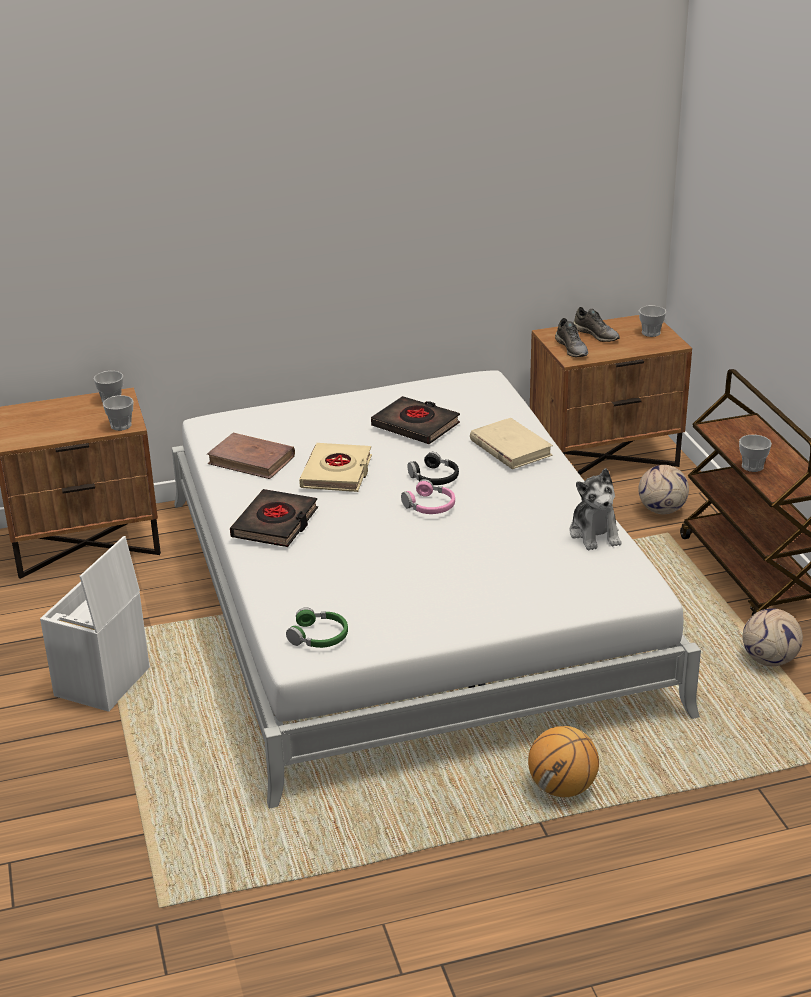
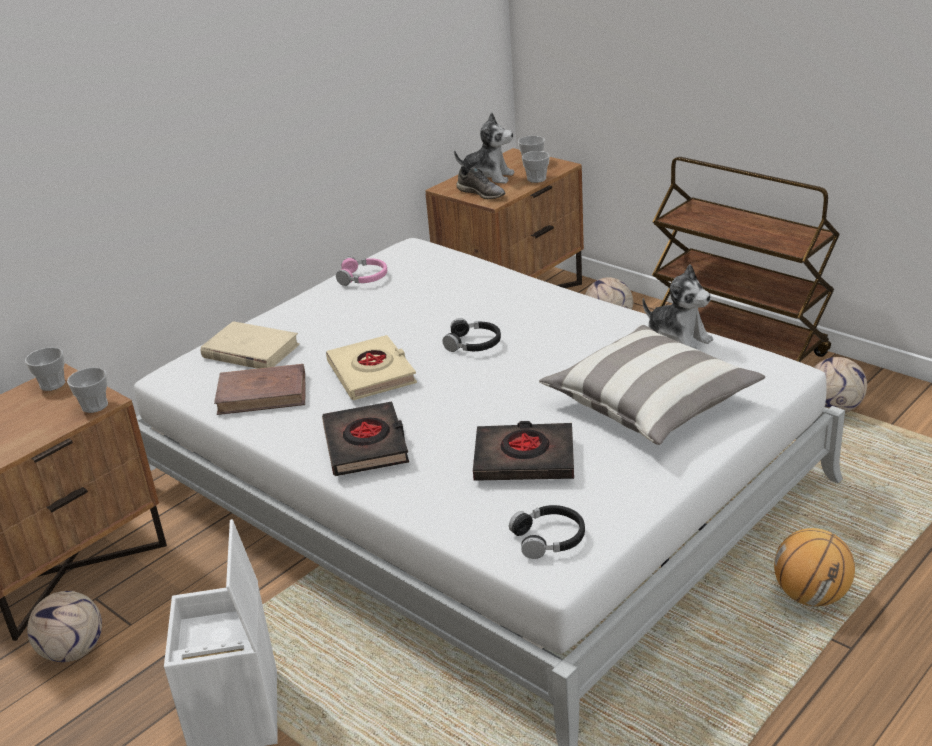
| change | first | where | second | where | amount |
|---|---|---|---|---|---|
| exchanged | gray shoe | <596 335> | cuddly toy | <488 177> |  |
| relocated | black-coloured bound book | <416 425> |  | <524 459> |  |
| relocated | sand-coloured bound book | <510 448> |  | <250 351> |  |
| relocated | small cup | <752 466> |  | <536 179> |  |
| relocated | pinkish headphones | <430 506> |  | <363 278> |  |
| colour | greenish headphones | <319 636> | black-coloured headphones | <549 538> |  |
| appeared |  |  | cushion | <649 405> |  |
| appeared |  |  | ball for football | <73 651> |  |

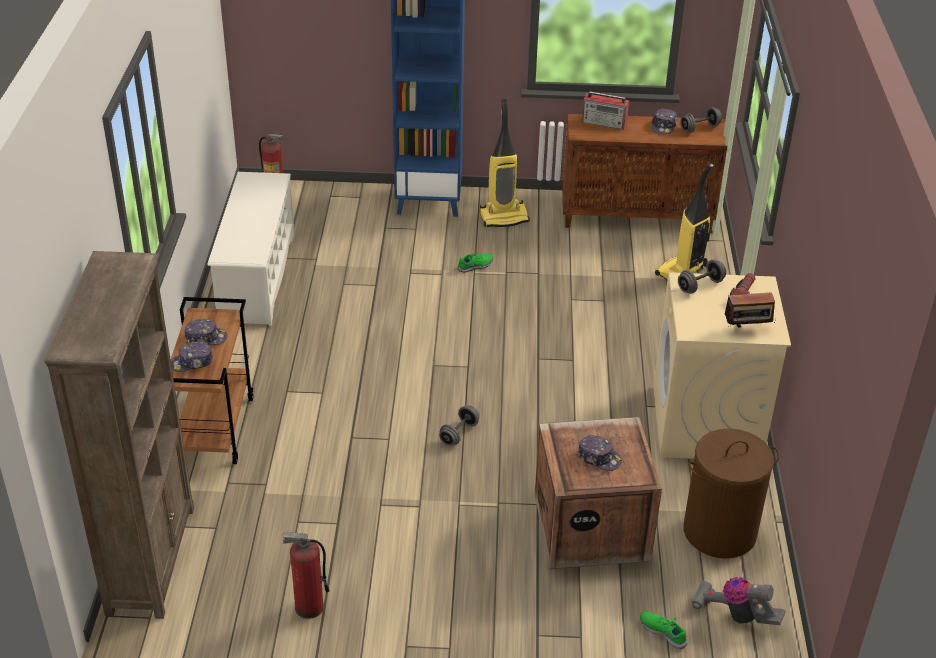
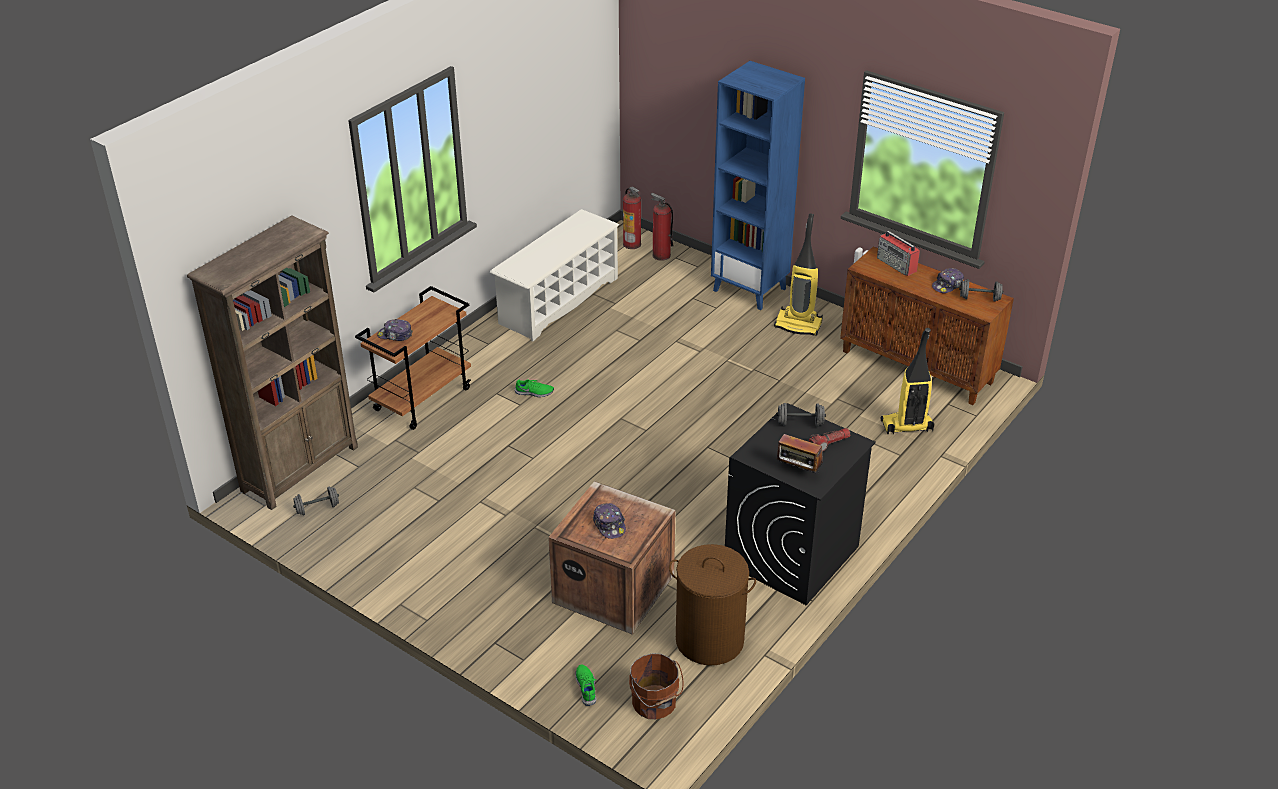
| change | first | where | second | where | amount |
|---|---|---|---|---|---|
| relocated | greenish shoe | <475 266> |  | <534 392> |  |
| colour | sand-coloured laundry machine | <707 423> | black-coloured laundry machine | <791 555> |  |
| missing | peaked cap | <205 338> |  |  |  |
| relocated | gray hand weight | <459 434> |  | <317 508> |  |
| relocated | extinguisher | <309 607> |  | <661 255> |  |
| exchanged | vacuum cleaner | <735 614> | brown bucket | <654 703> |  |

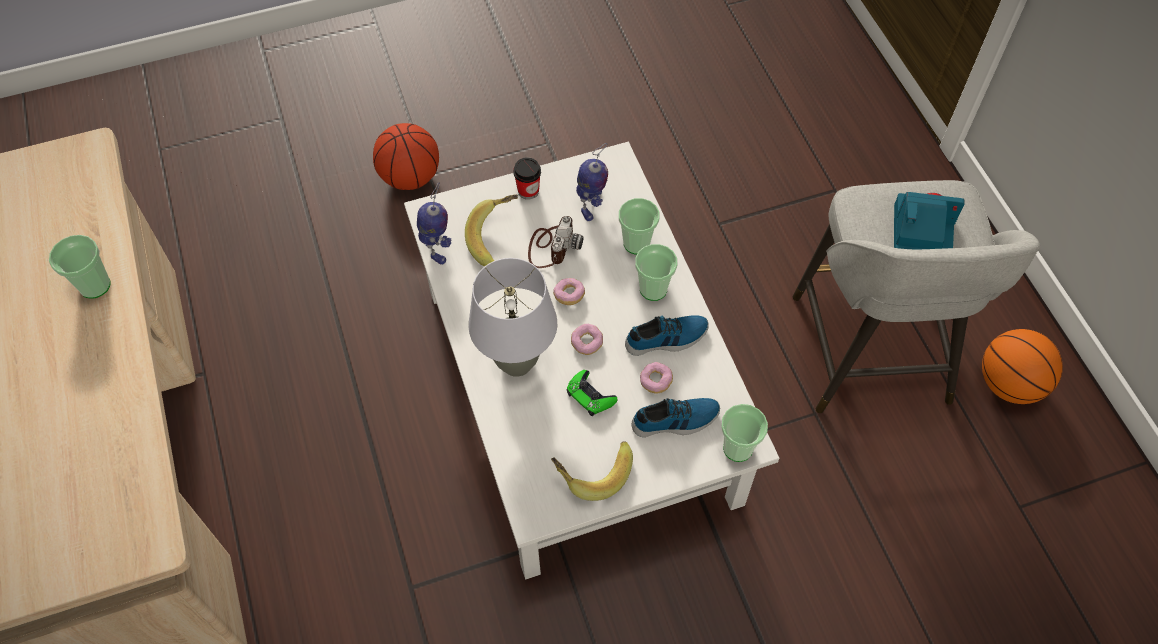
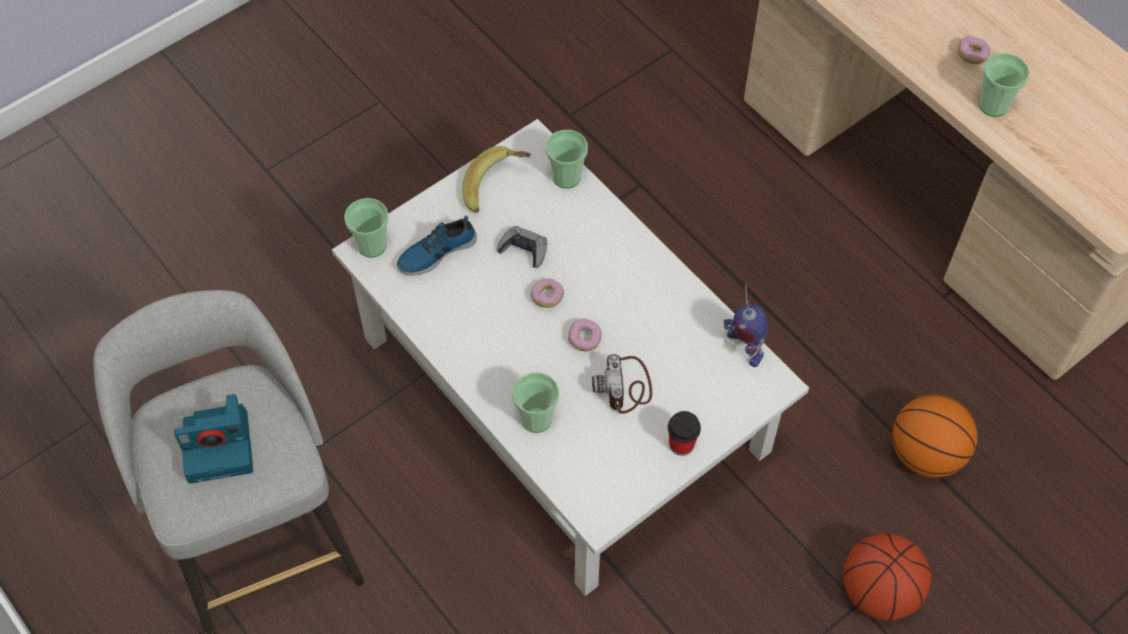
| change | first | where | second | where | amount |
|---|---|---|---|---|---|
| missing | toy robot | <591 204> |  |  |  |
| missing | banana fruit | <496 238> |  |  |  |
| relocated | small cup | <653 289> |  | <566 177> |  |
| missing | gray lamp for a table | <516 363> |  |  |  |
| missing | shoe | <667 339> |  |  |  |
| relocated | basketball ball | <1009 384> |  | <926 454> |  |
| relocated | ring doughnut | <655 381> |  | <972 55> |  |
| colour | greenish gamepad | <590 396> | gray gamepad | <524 249> |  |

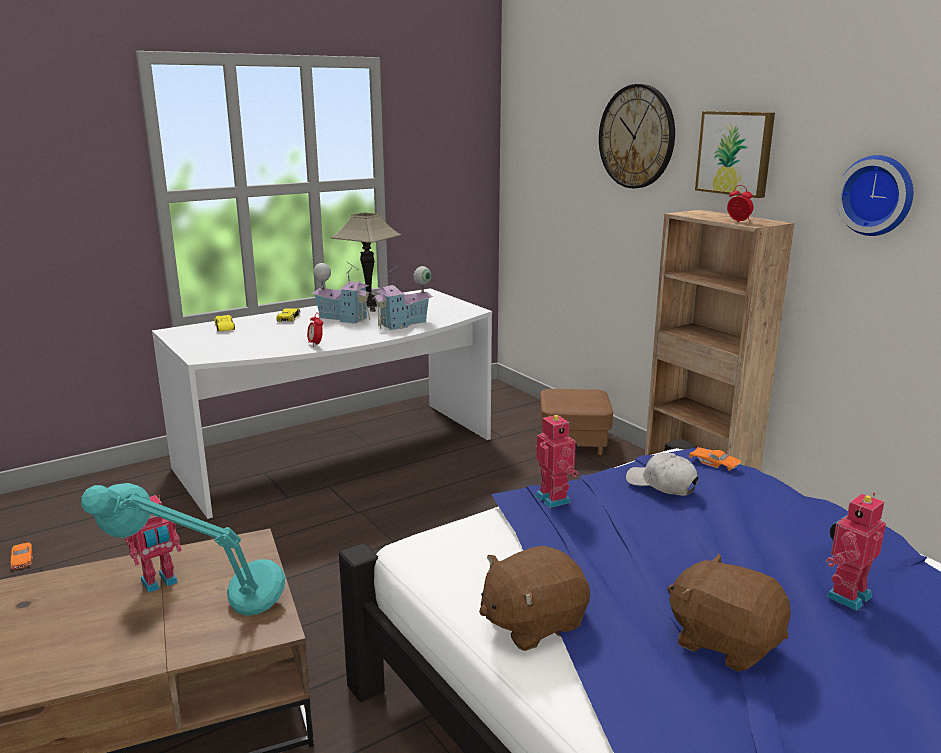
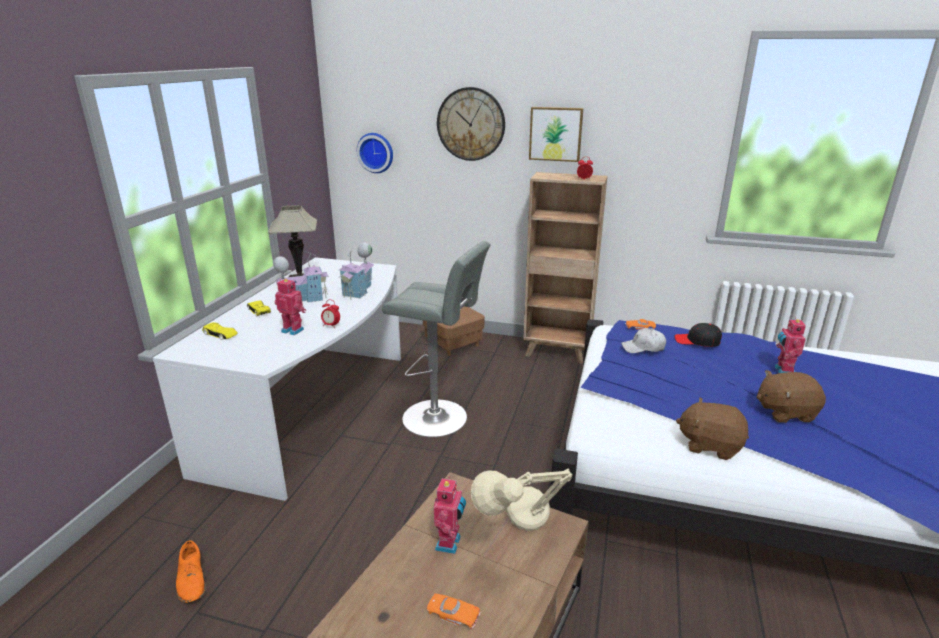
| change | first | where | second | where | amount |
|---|---|---|---|---|---|
| relocated | clock on the wall | <877 195> |  | <376 152> |  |
| relocated | toy robot | <555 499> |  | <293 330> |  |
| colour | turquoise lamp for a table | <203 621> | sand-coloured lamp for a table | <521 547> |  |
| relocated | orange-coloured miniature car | <22 558> |  | <453 613> |  |
| spun | brown cuddly toy | <532 624> |  | <710 445> | 90 degrees clockwise |
| appeared |  |  | gray sitting stool | <439 418> |  |
| appeared |  |  | black-coloured peaked cap | <697 341> |  |
| appeared |  |  | orange-coloured shoe | <192 579> |  |

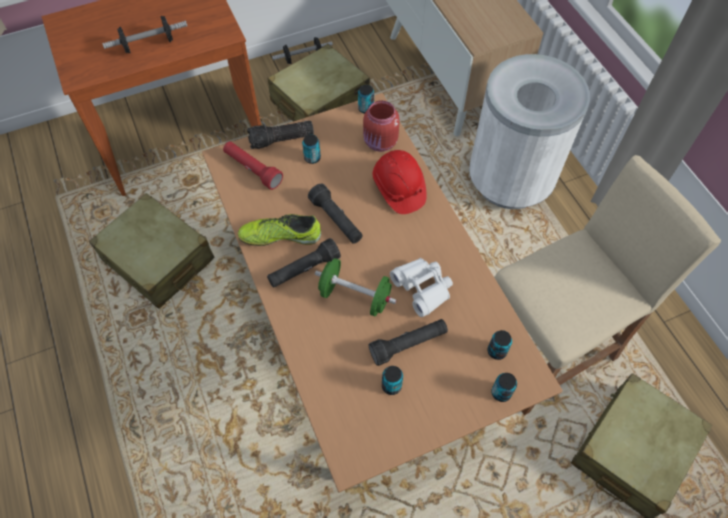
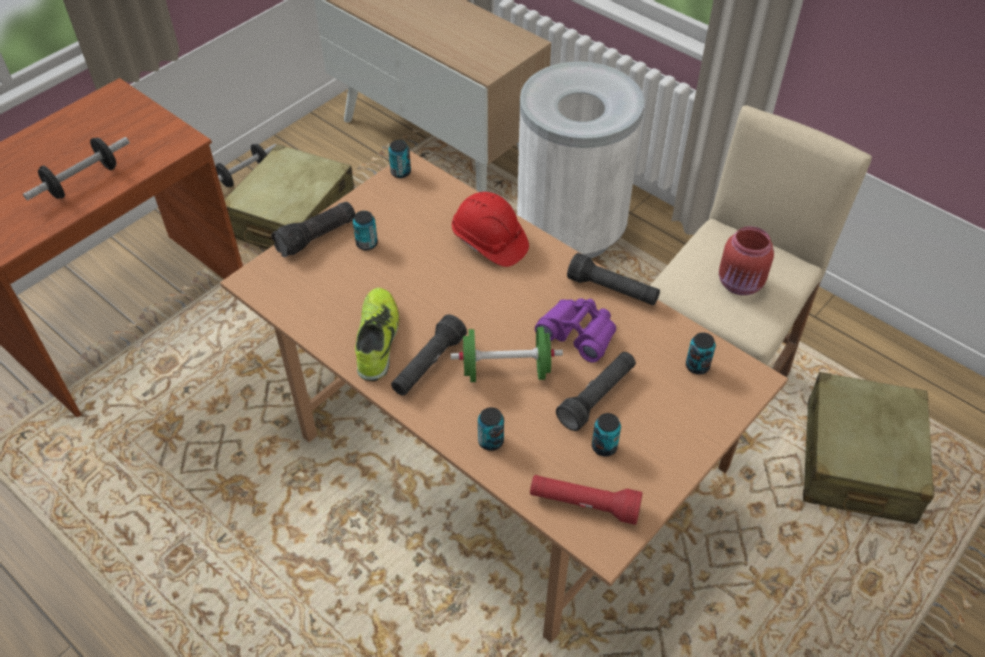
| change | first | where | second | where | amount |
|---|---|---|---|---|---|
| relocated | red jar | <380 143> |  | <740 284> |  |
| relocated | red hand torch | <252 169> |  | <584 504> |  |
| relocated | black-coloured hand torch | <336 220> |  | <612 290> |  |
| missing | sand-coloured travel case | <158 260> |  |  |  |
| spun | shoe | <280 236> |  | <377 339> | 120 degrees clockwise |
| colour | whitish pair of binoculars | <422 288> | purple pair of binoculars | <578 334> |  |
| relocated | sealed can | <501 392> |  | <490 441> |  |

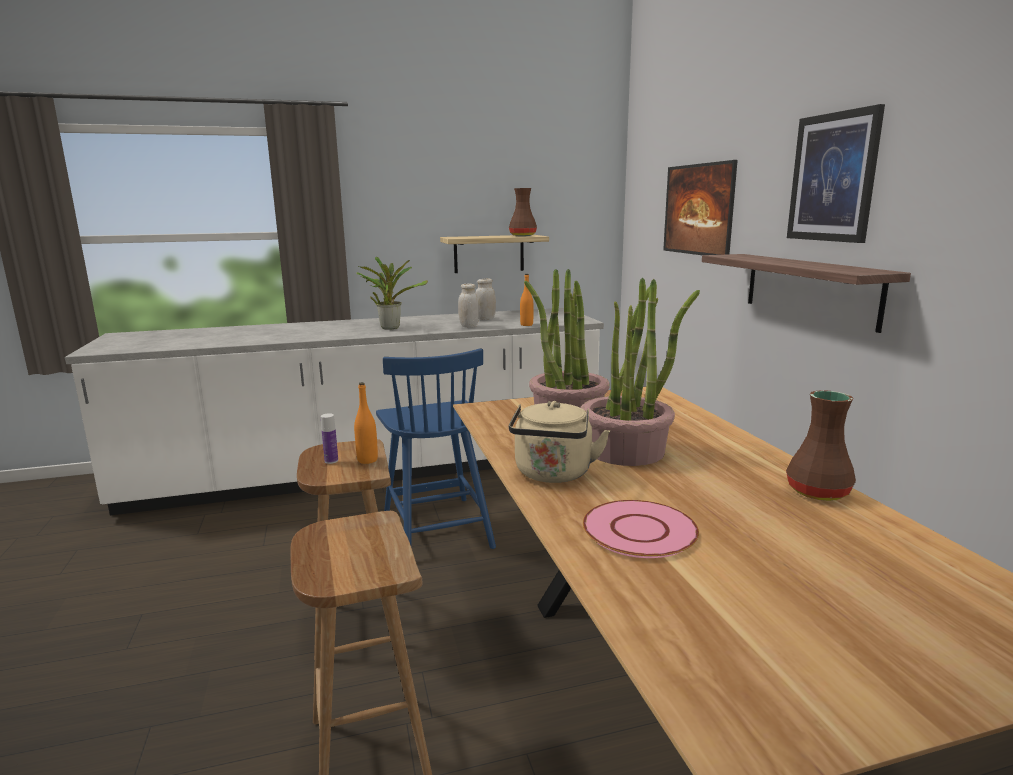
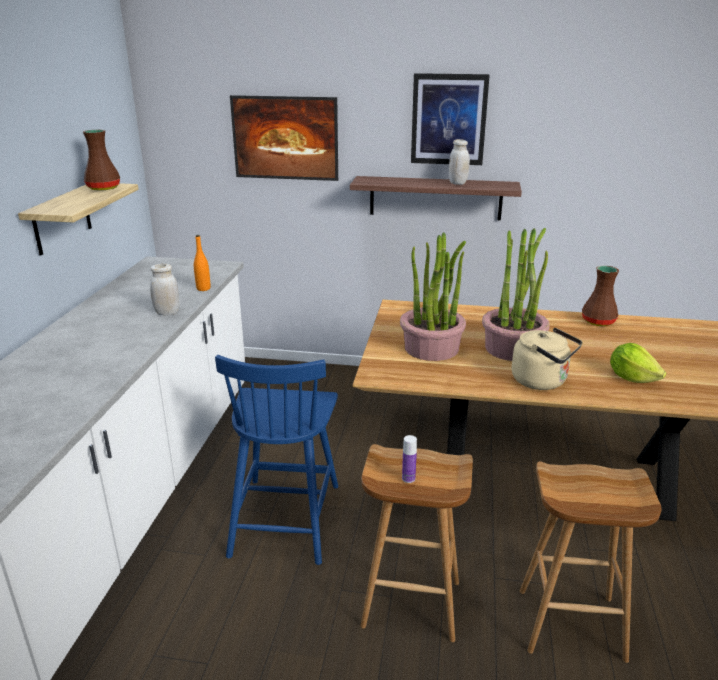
| change | first | where | second | where | amount |
|---|---|---|---|---|---|
| missing | potted plant | <390 327> |  |  |  |
| relocated | whitish jar | <485 319> |  | <457 183> |  |
| spun | blue upright chair | <436 528> |  | <285 517> | 90 degrees clockwise |
| missing | orange-coloured beverage bottle | <367 460> |  |  |  |
| exchanged | pinkish dinner plate | <640 530> | lettuce | <632 378> |  |

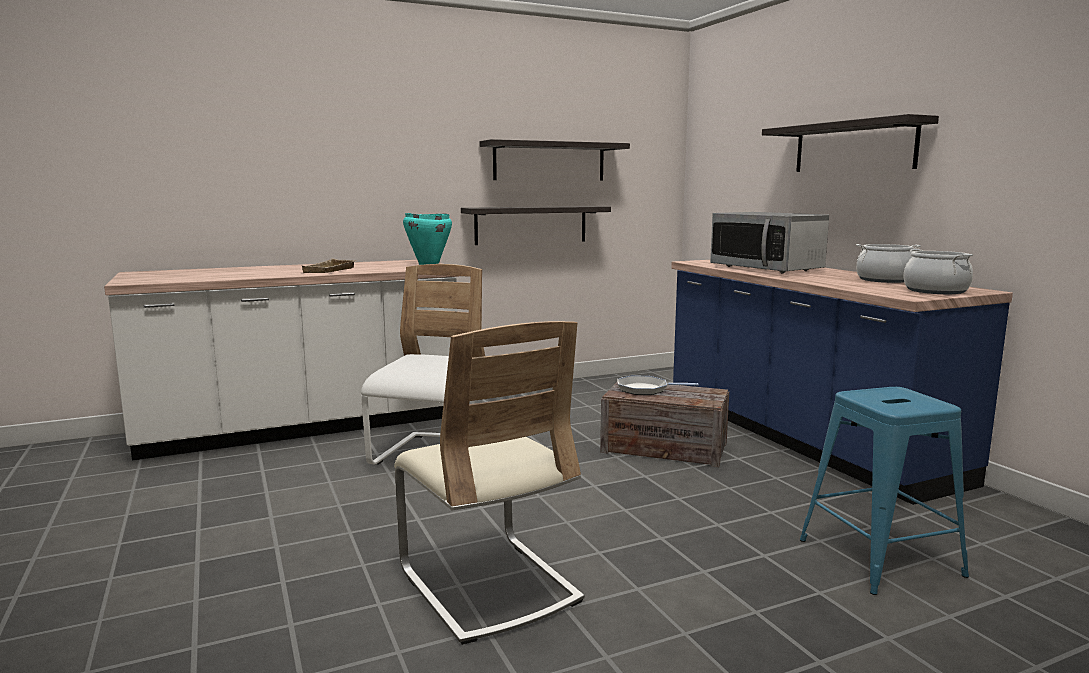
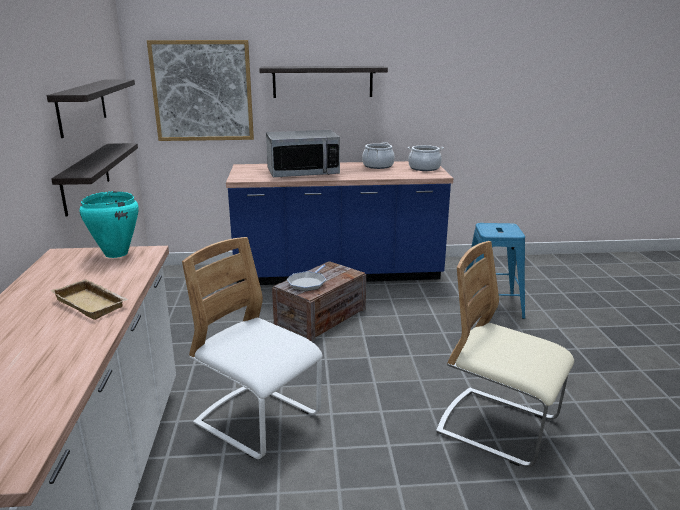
| change | first | where | second | where | amount |
|---|---|---|---|---|---|
| spun | sand-coloured upright chair | <488 585> |  | <498 427> | 135 degrees counterclockwise |
| appeared |  |  | wall art | <202 91> |  |

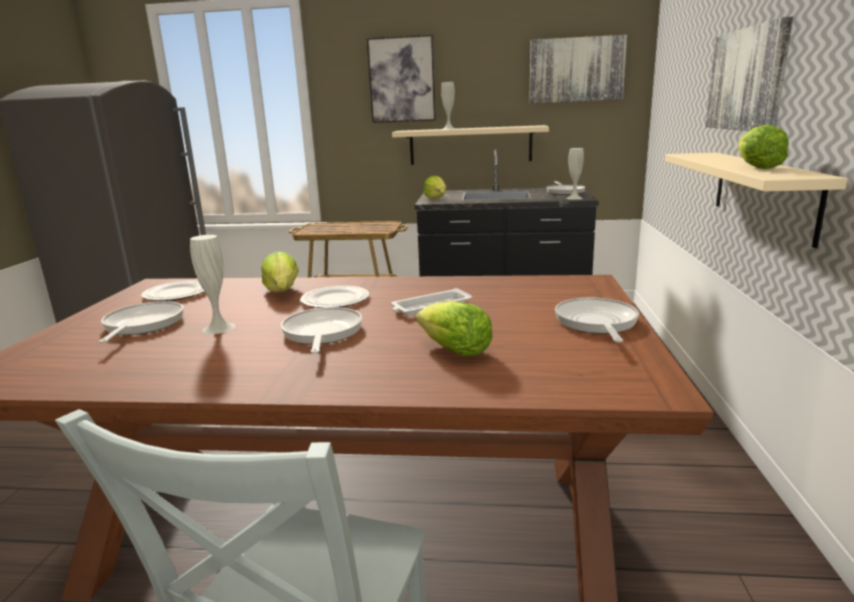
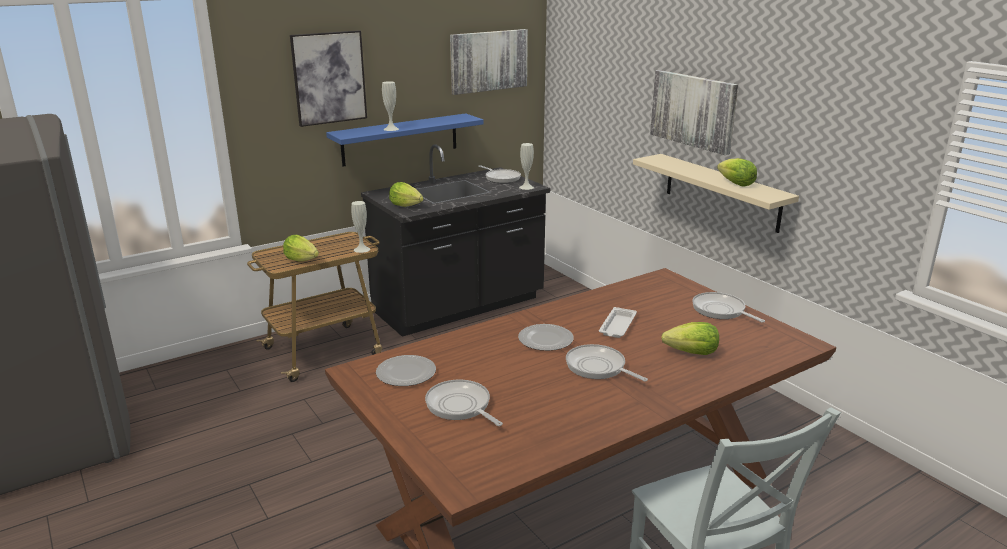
| change | first | where | second | where | amount |
|---|---|---|---|---|---|
| colour | sand-coloured shelf | <470 145> | blue shelf | <400 139> |  |
| relocated | whitish vase | <218 328> |  | <361 249> |  |
| relocated | lettuce | <282 291> |  | <301 260> |  |

